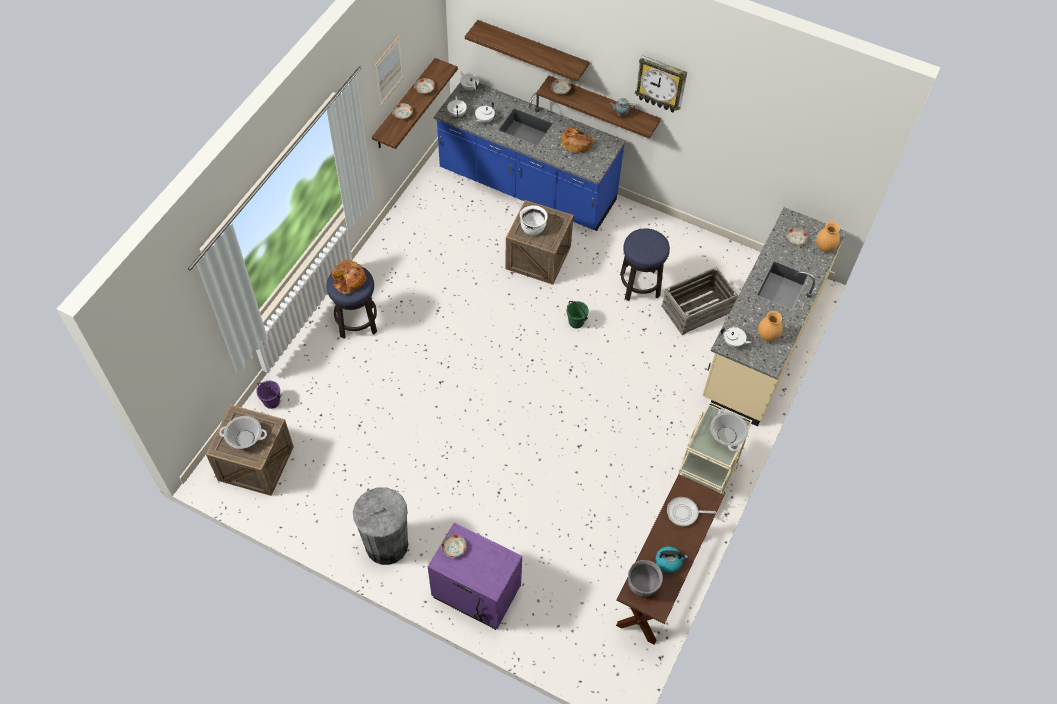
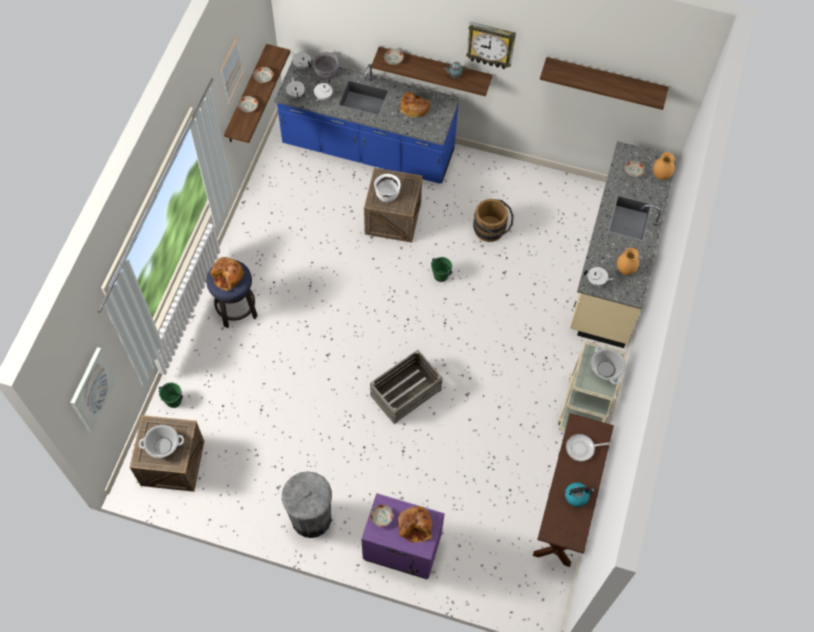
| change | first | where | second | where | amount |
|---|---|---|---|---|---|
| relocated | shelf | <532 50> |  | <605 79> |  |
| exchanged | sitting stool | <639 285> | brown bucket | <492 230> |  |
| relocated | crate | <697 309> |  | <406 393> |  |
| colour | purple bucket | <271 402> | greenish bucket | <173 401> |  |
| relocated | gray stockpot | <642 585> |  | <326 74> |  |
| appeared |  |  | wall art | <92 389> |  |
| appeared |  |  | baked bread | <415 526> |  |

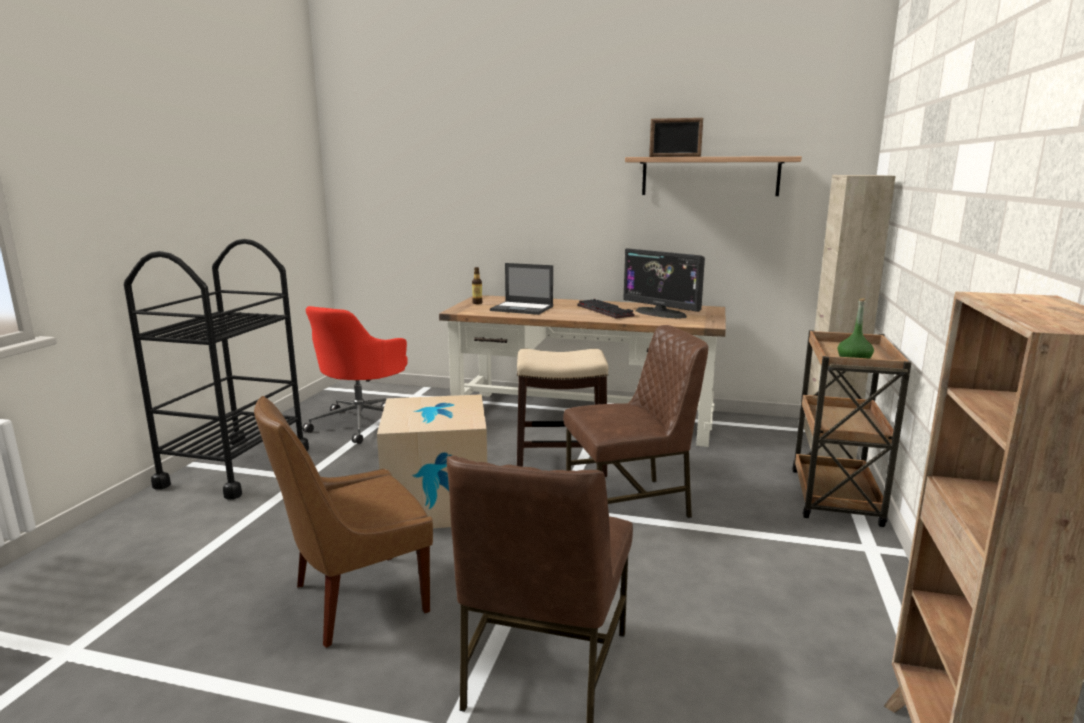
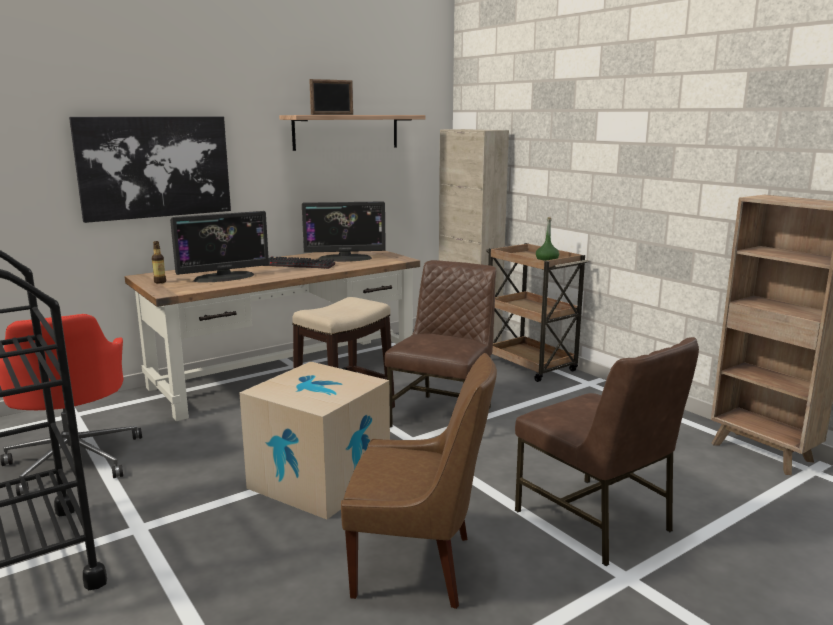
| change | first | where | second | where | amount |
|---|---|---|---|---|---|
| exchanged | laptop | <522 308> | monitor | <224 277> |  |
| spun | brown upright chair | <355 600> |  | <418 567> | 90 degrees counterclockwise |
| appeared |  |  | wall art | <155 167> |  |

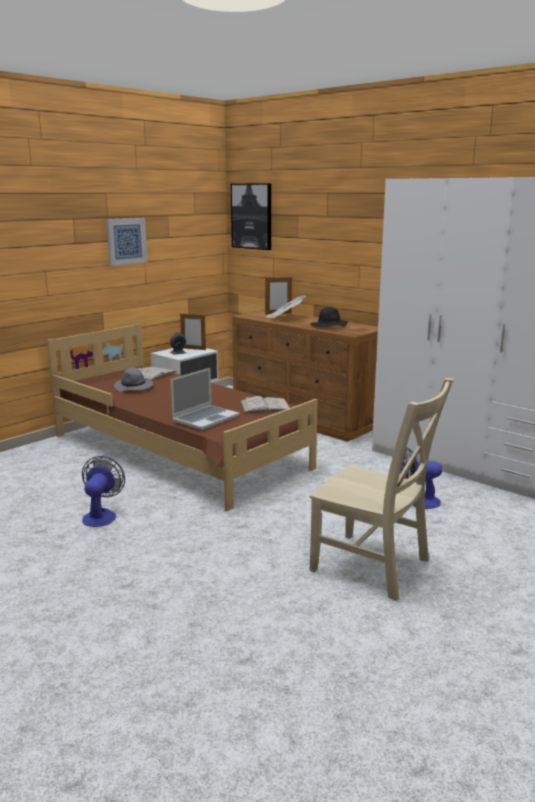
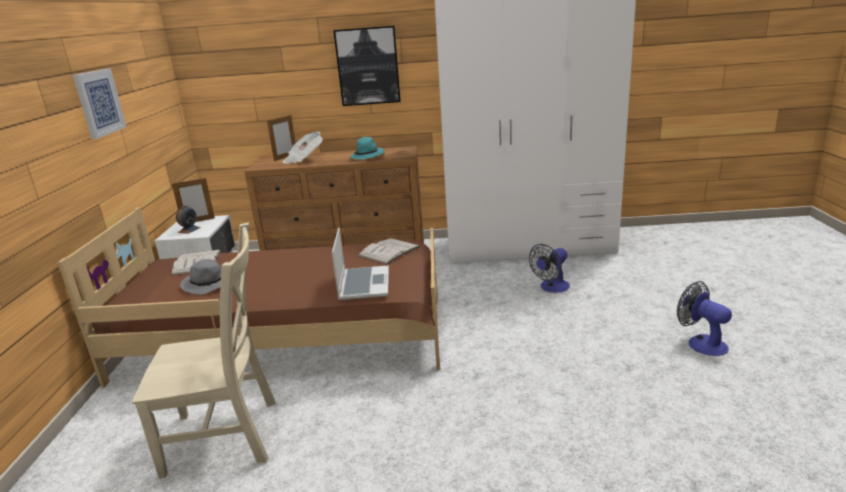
| change | first | where | second | where | amount |
|---|---|---|---|---|---|
| relocated | wall art | <252 216> |  | <368 66> |  |
| colour | black-coloured wearable hat | <328 326> | turquoise wearable hat | <367 157> |  |
| relocated | sand-coloured upright chair | <374 567> |  | <227 437> |  |
| relocated | fan | <101 515> |  | <701 343> |  |

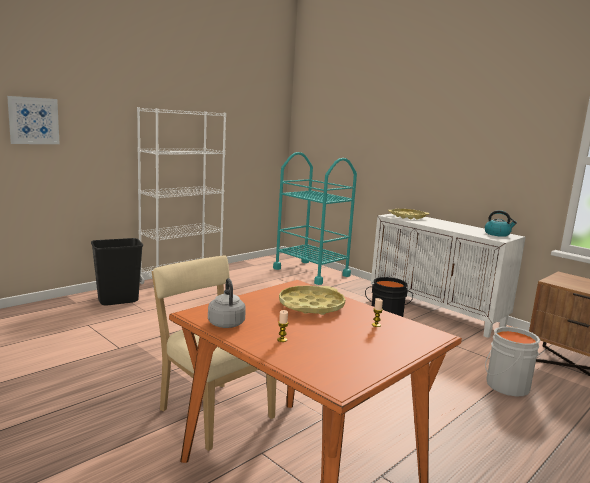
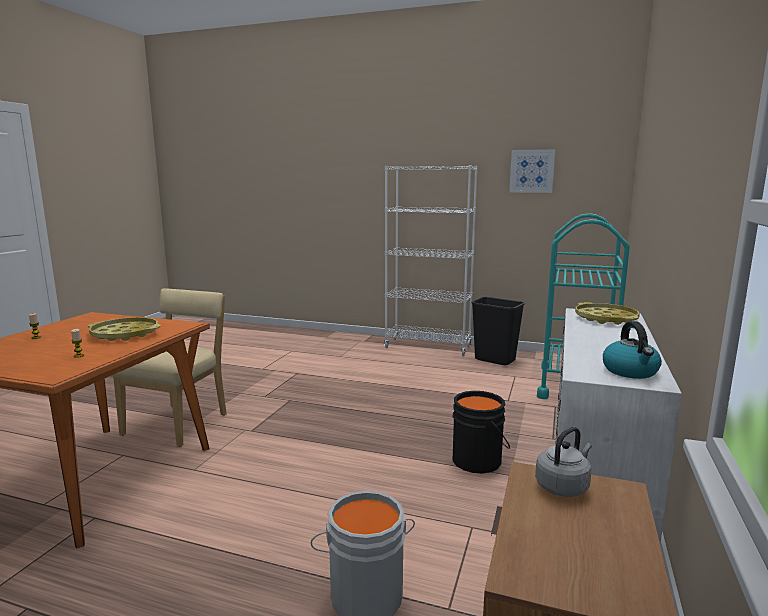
| change | first | where | second | where | amount |
|---|---|---|---|---|---|
| relocated | wall art | <33 120> |  | <532 171> |  |
| relocated | black-coloured waste bin | <118 300> |  | <495 360> |  |
| relocated | gray kettle | <226 323> |  | <563 486> |  |

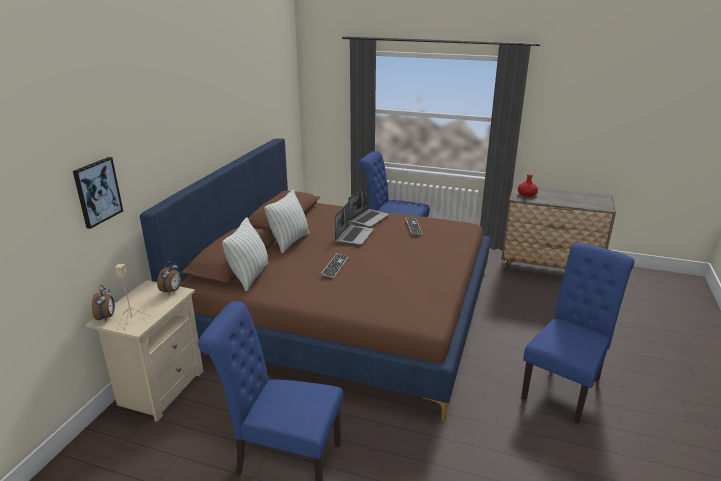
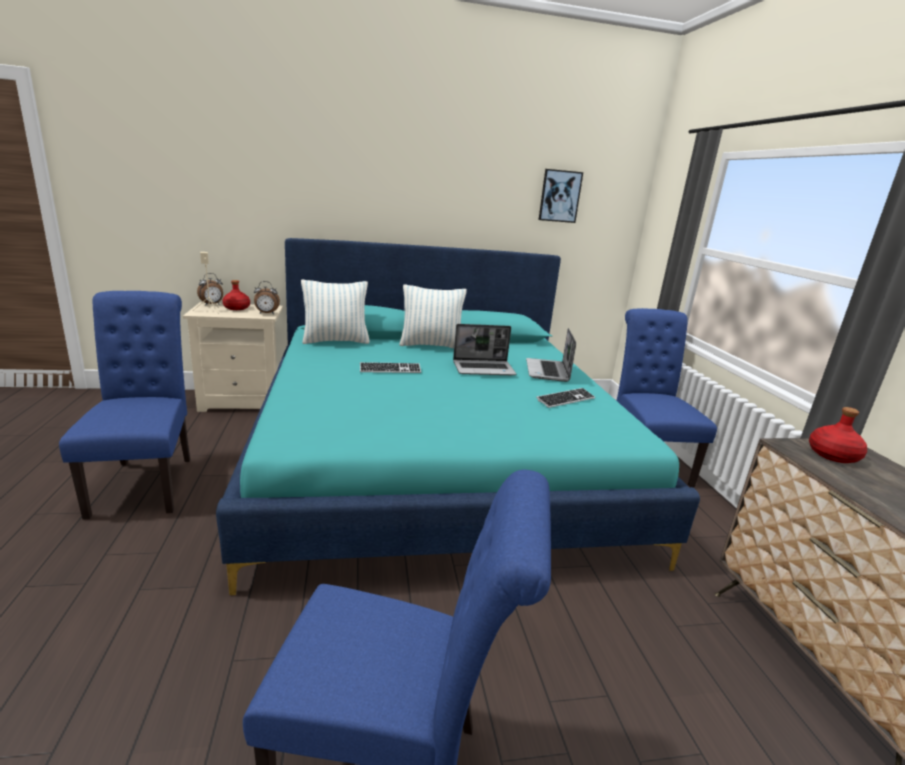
| change | first | where | second | where | amount |
|---|---|---|---|---|---|
| colour | brown bed | <344 311> | turquoise bed | <436 460> |  |
| relocated | wall art | <97 192> |  | <559 196> |  |
| spun | laptop | <368 218> |  | <548 371> | 90 degrees clockwise |
| appeared |  |  | red beverage bottle | <236 308> |  |

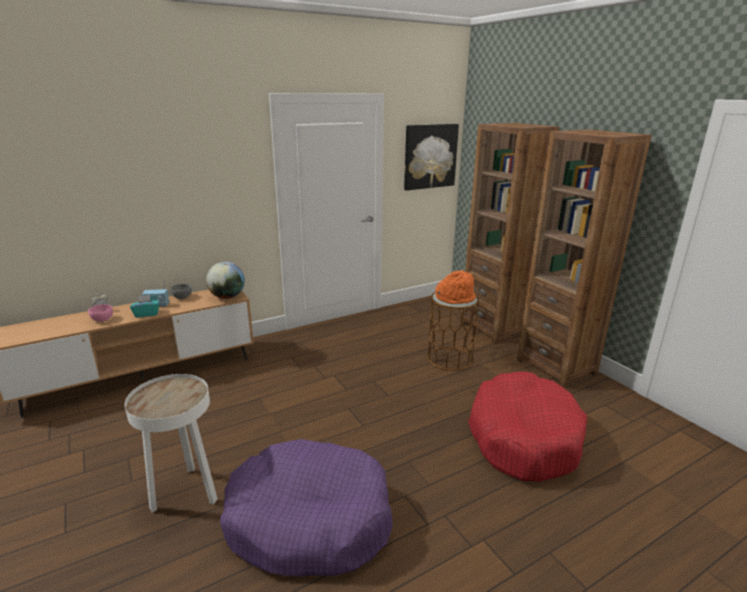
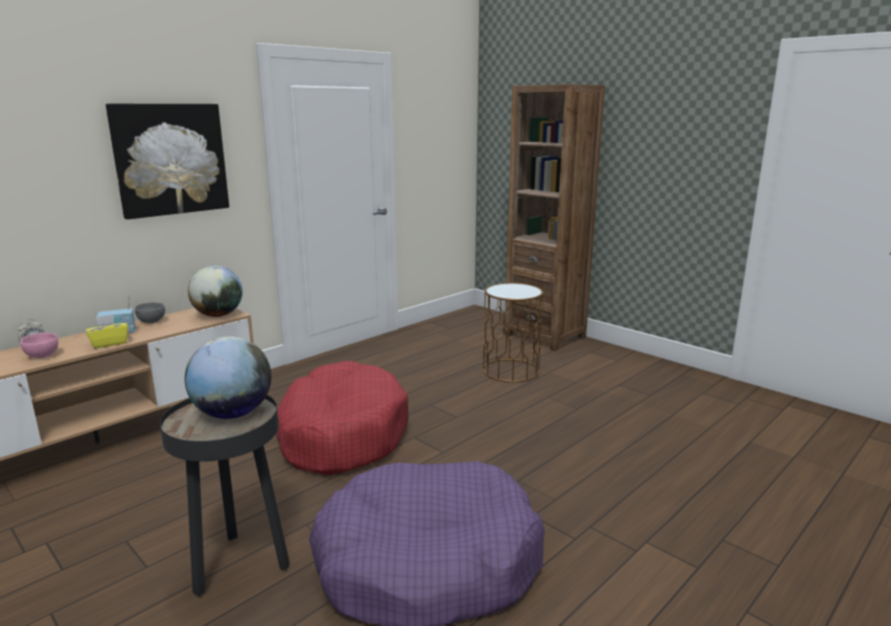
| change | first | where | second | where | amount |
|---|---|---|---|---|---|
| relocated | wall art | <430 156> |  | <170 159> |  |
| missing | brown bookshelf | <556 367> |  |  |  |
| missing | orange-coloured wearable hat | <455 298> |  |  |  |
| colour | turquoise tissue holder | <147 314> | yellowish tissue holder | <109 343> |  |
| relocated | red dog bed | <523 437> |  | <341 434> |  |
| colour | whitish side table | <186 493> | black-coloured side table | <238 565> |  |
| appeared |  |  | world globe | <232 414> |  |

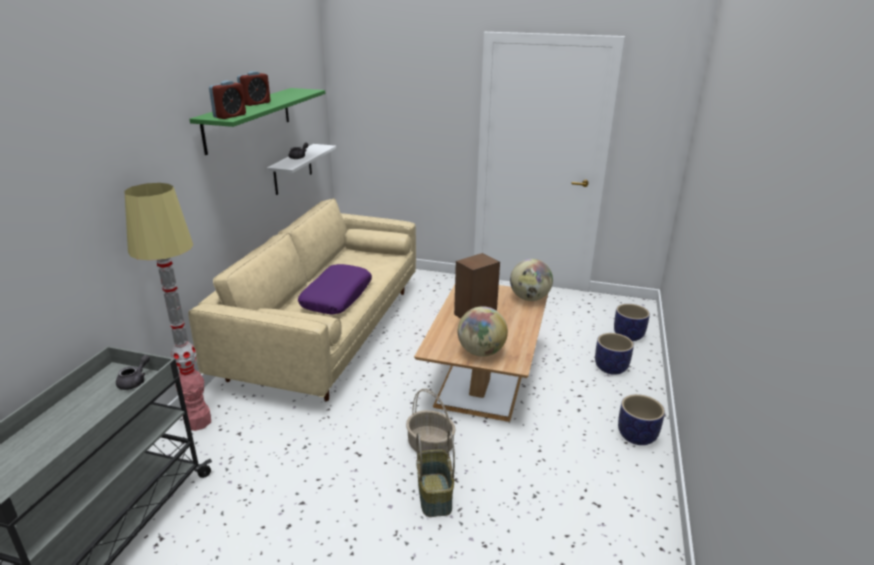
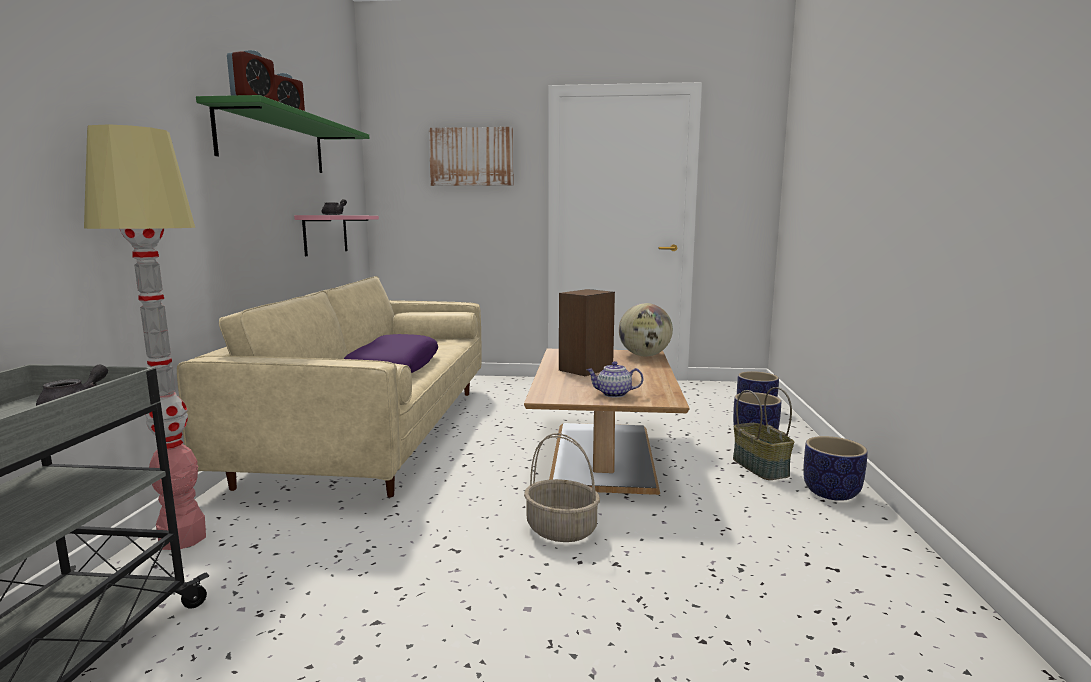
| change | first | where | second | where | amount |
|---|---|---|---|---|---|
| colour | whitish shelf | <293 169> | pinkish shelf | <325 234> |  |
| exchanged | world globe | <481 352> | teapot | <613 394> |  |
| relocated | storage basket | <435 495> |  | <761 467> |  |
| appeared |  |  | wall art | <471 157> |  |

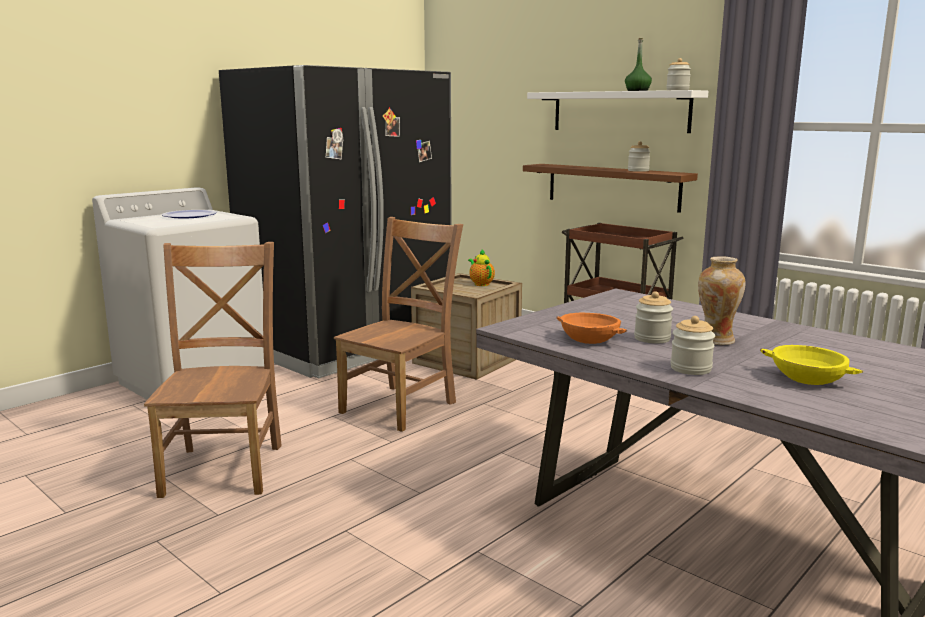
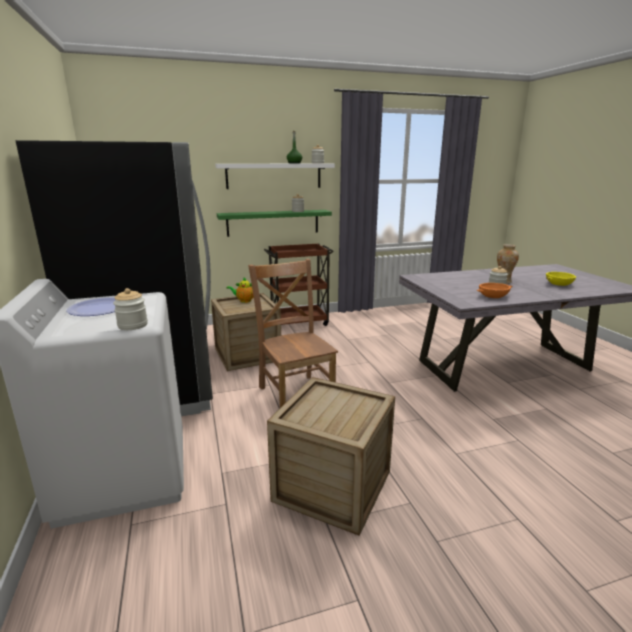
| change | first | where | second | where | amount |
|---|---|---|---|---|---|
| colour | brown shelf | <612 186> | greenish shelf | <273 223> |  |
| exchanged | brown upright chair | <225 467> | crate | <332 486> |  |
| relocated | jar | <690 368> |  | <133 325> |  |

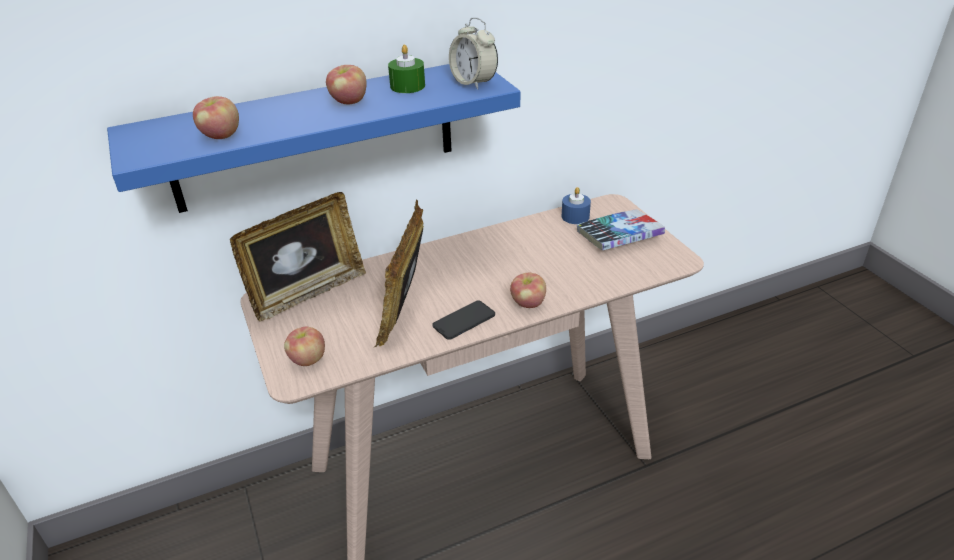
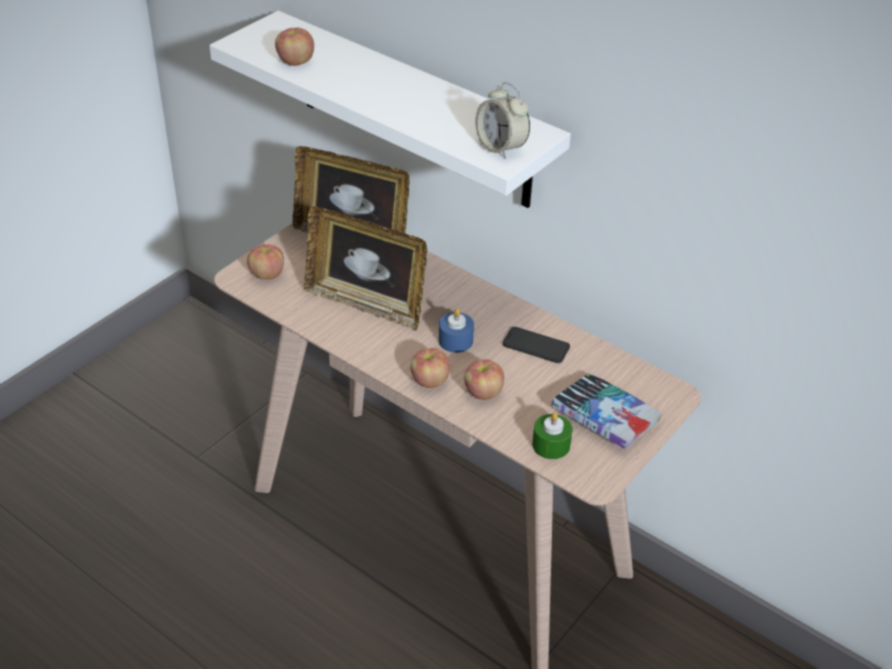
| change | first | where | second | where | amount |
|---|---|---|---|---|---|
| spun | bedside clock | <473 83> |  | <501 148> | 60 degrees counterclockwise |
| relocated | greenish wax light | <407 86> |  | <551 445> |  |
| colour | blue shelf | <315 136> | whitish shelf | <414 111> |  |
| relocated | apple fruit | <349 101> |  | <483 392> |  |
| relocated | blue wax light | <575 216> |  | <455 340> |  |
| spun | picture frame | <404 309> |  | <366 303> | 135 degrees counterclockwise |
| relocated | telephone | <464 320> |  | <536 346> |  |

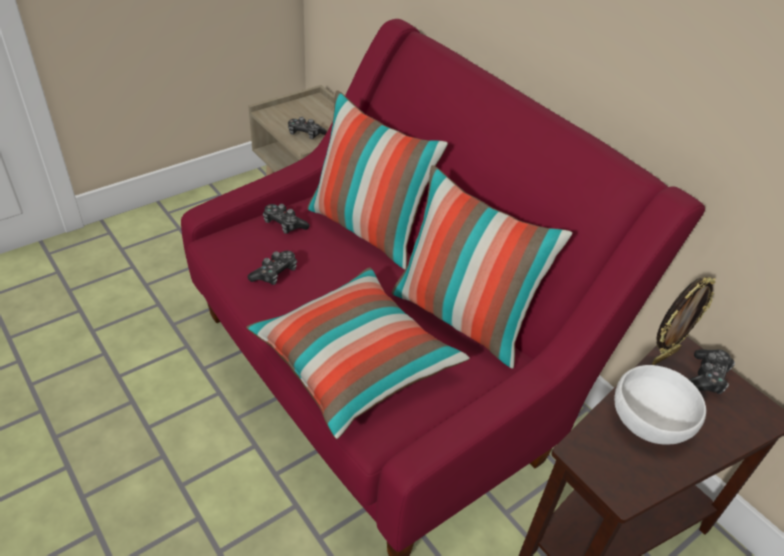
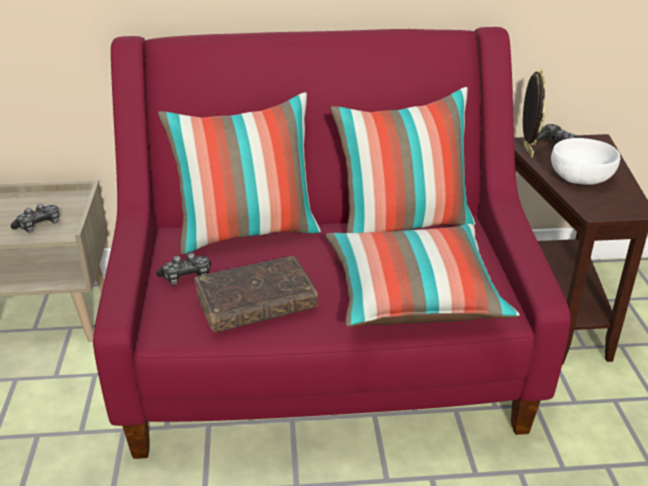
| change | first | where | second | where | amount |
|---|---|---|---|---|---|
| exchanged | gamepad | <275 273> | brown bound book | <256 304> |  |

